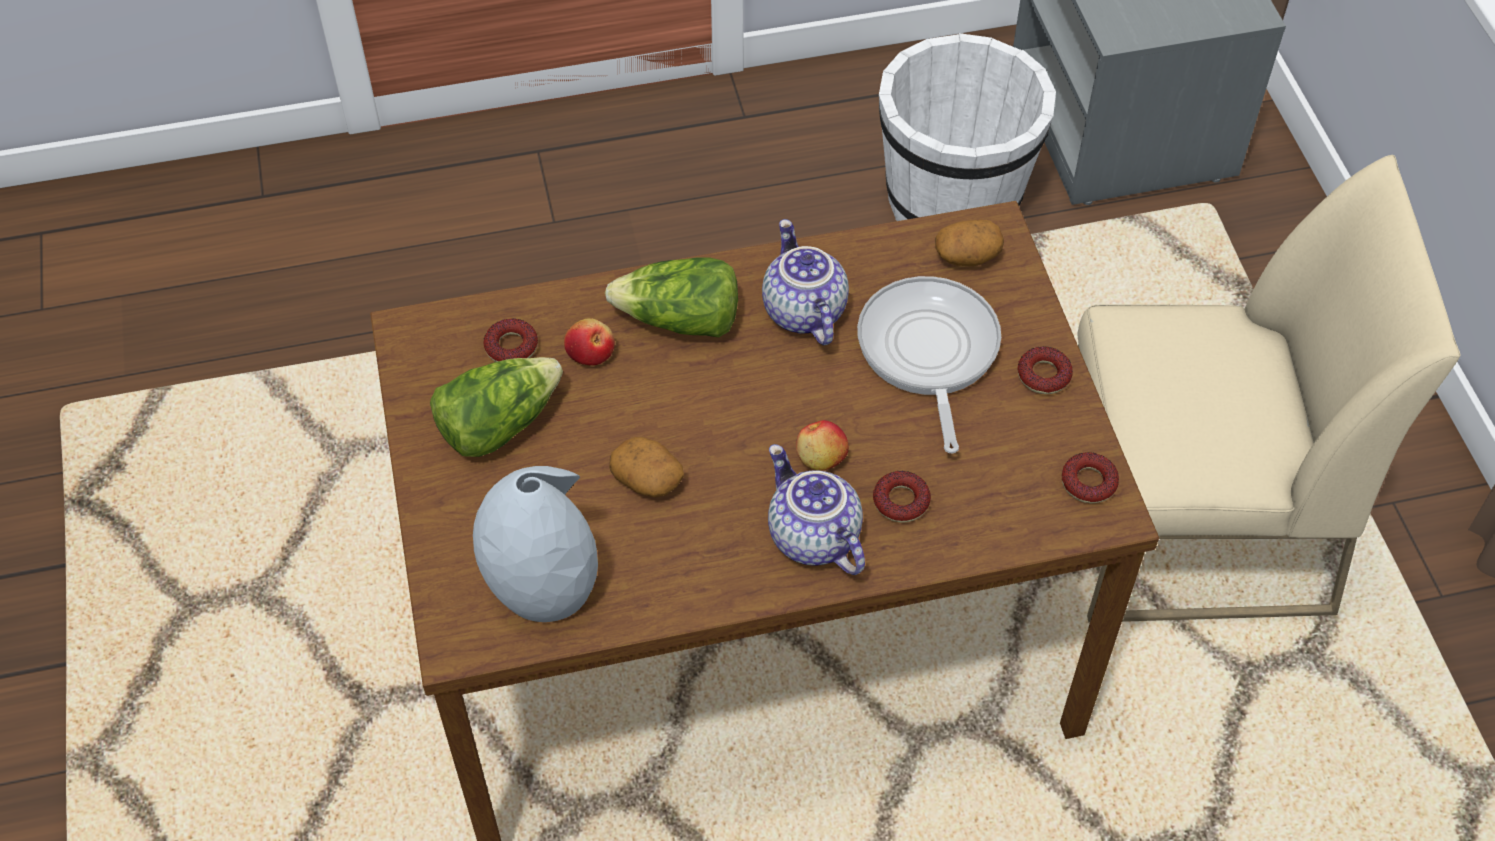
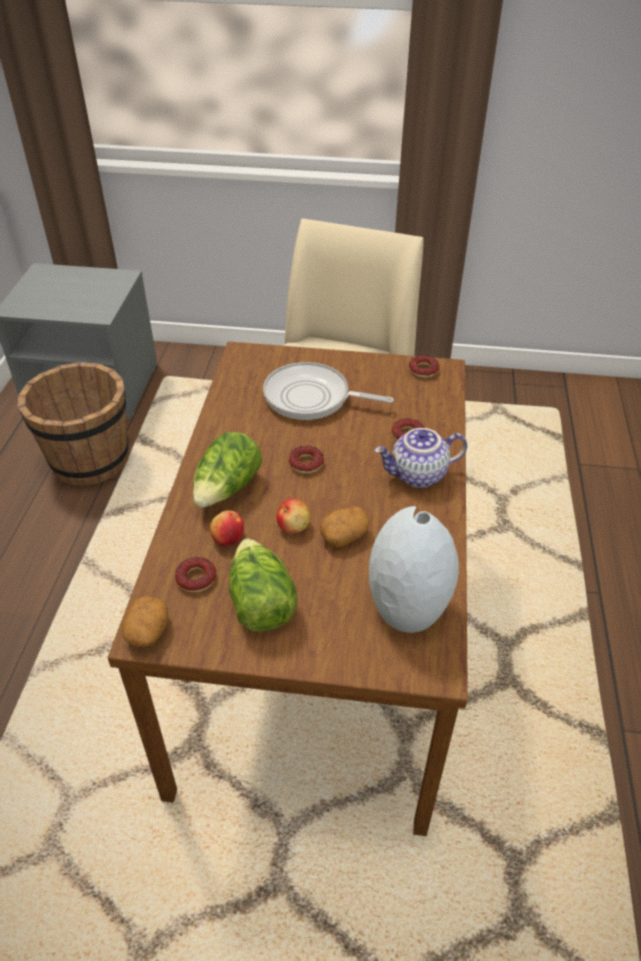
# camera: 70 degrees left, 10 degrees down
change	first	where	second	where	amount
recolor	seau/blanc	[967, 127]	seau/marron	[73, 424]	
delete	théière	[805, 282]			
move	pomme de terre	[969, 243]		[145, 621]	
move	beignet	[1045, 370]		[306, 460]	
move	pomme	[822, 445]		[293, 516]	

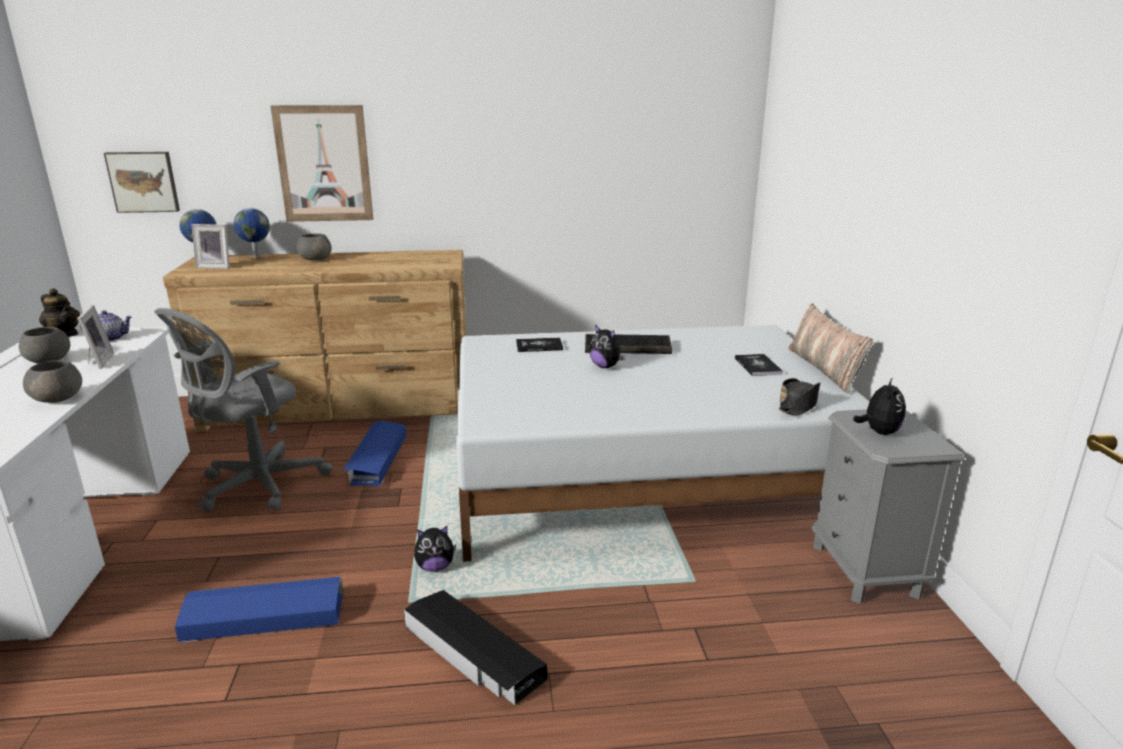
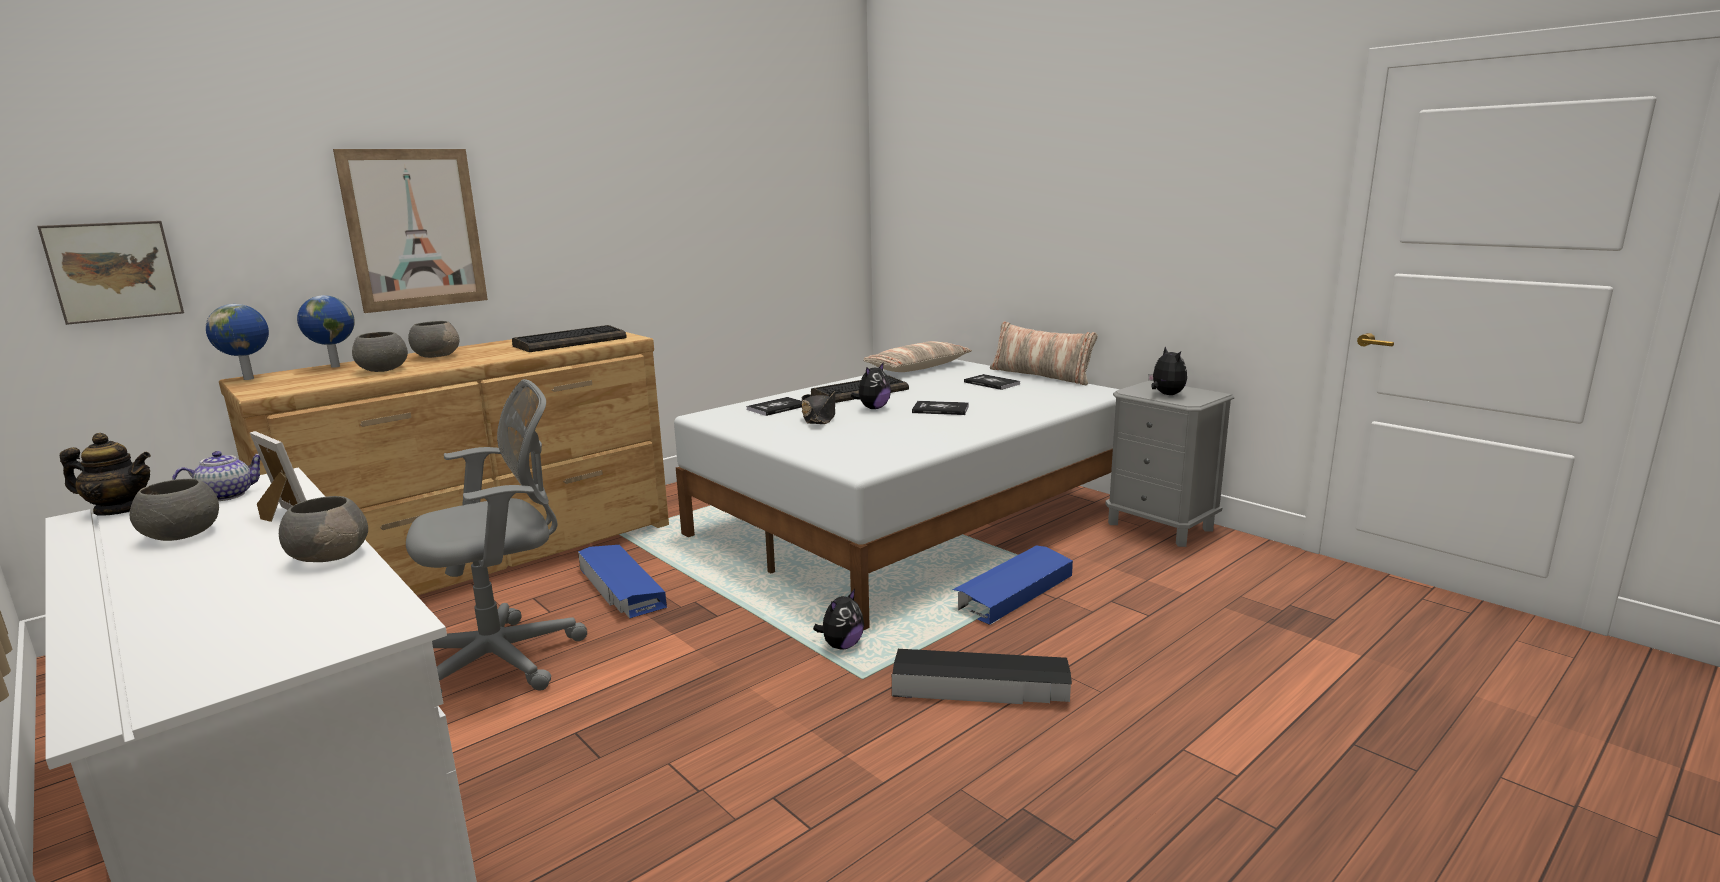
# camera: 35 degrees left, 5 degrees down
change	first	where	second	where	amount
delete	cadre photo	[210, 246]			
rotate	chaise de bureau/gris	[243, 410]		[496, 536]	120 degrees counterclockwise
rotate	peluche	[607, 346]		[871, 385]	60 degrees counterclockwise
move	chapeau/noir	[799, 396]		[818, 407]	
move	boîte de rangement/bleu	[259, 610]		[1012, 585]	
insert			clavier	[569, 338]	
insert			bol/gris	[380, 352]	
insert			coussin	[917, 356]	
insert			livre	[940, 408]	

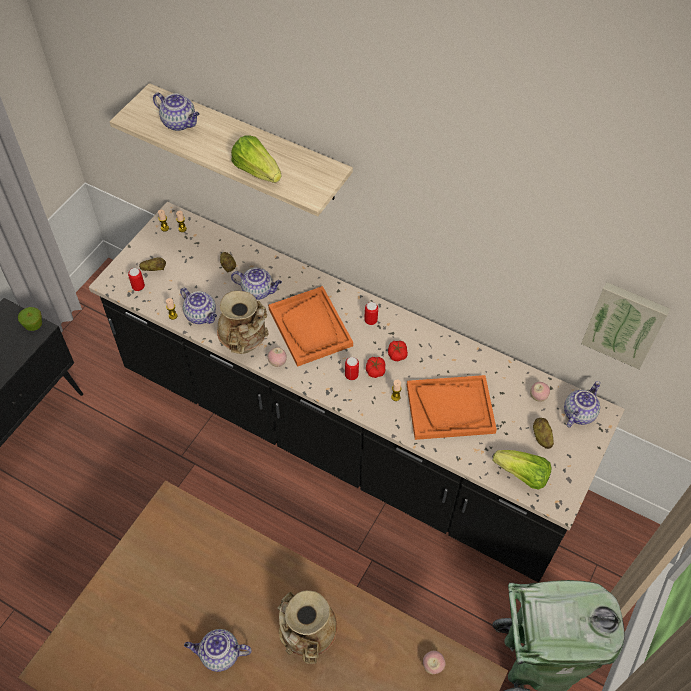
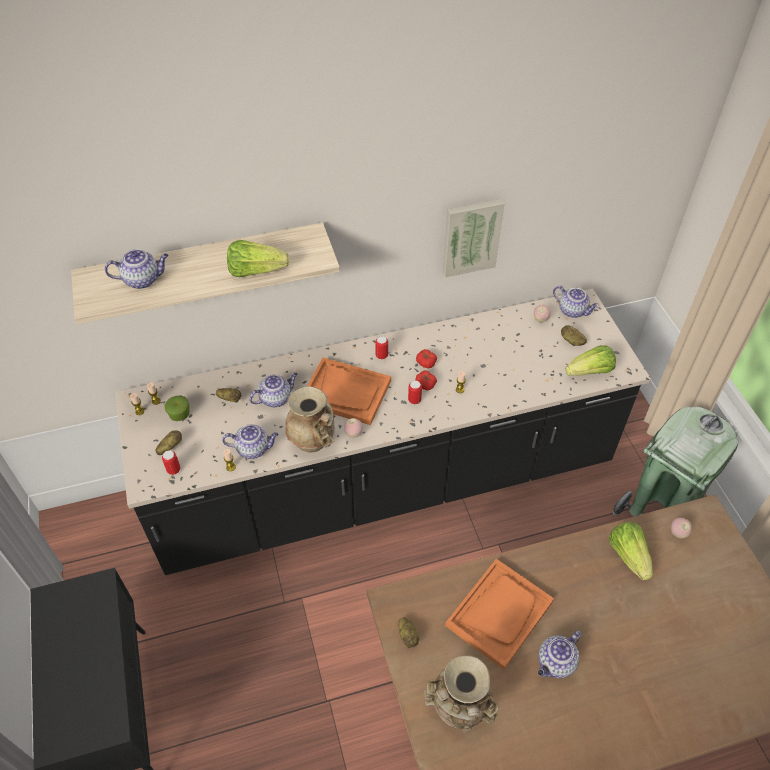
# camera: 45 degrees left, 5 degrees down
change	first	where	second	where	amount
move	tableau	[626, 326]		[473, 238]	
move	pomme	[30, 319]		[177, 408]	
move	plateau/orange	[452, 407]		[499, 614]	
rotate	théière	[582, 404]		[576, 302]	135 degrees clockwise
move	vase/beige	[307, 627]		[461, 694]	
insert			laitue	[631, 551]	
insert			pomme de terre	[408, 632]	

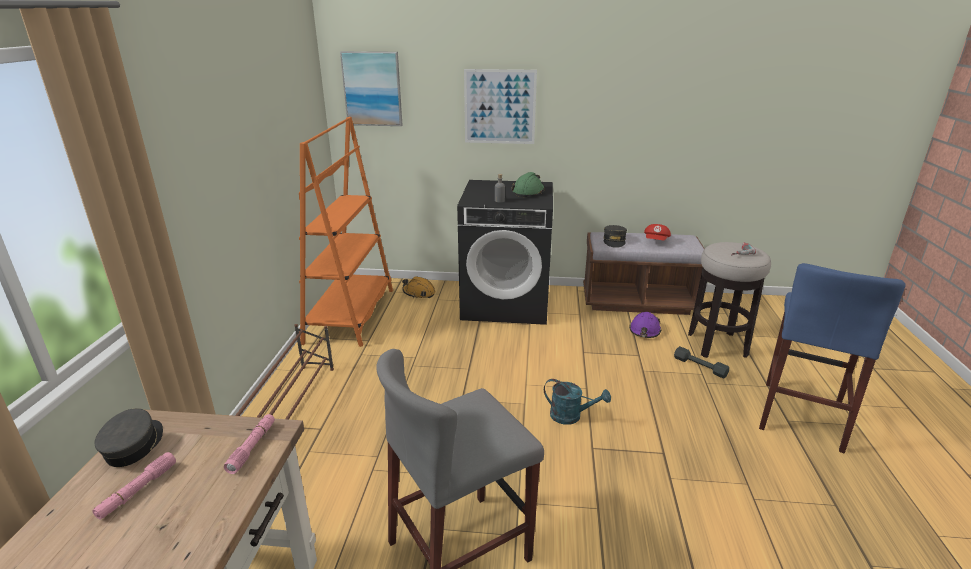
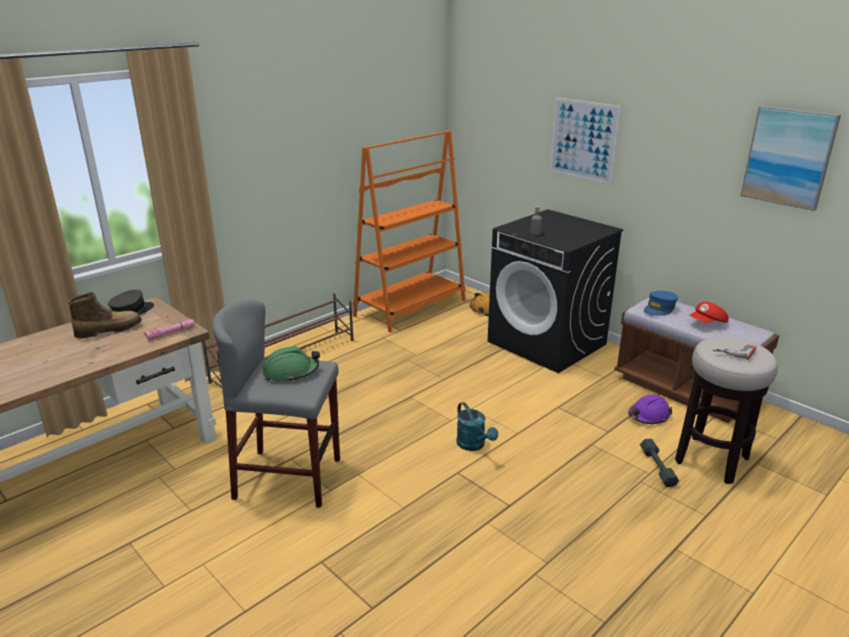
# camera: 40 degrees right, 0 degrees up
change	first	where	second	where	amount
move	tableau	[371, 88]		[790, 158]	
move	casque de chantier/vert	[528, 184]		[291, 364]	
recolor	casquette/gris	[615, 236]	casquette/bleu	[661, 303]	
delete	tabouret/bleu	[832, 358]			
replace	lampe de poche/rose	[134, 485]	botte	[105, 315]	

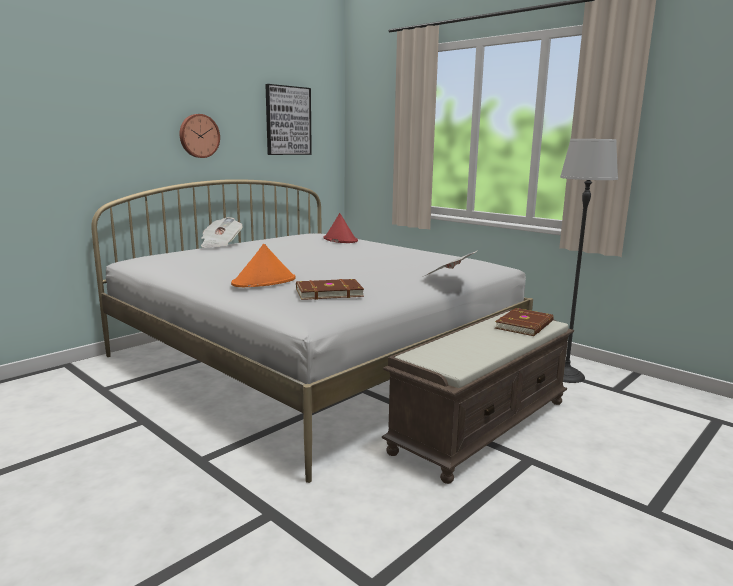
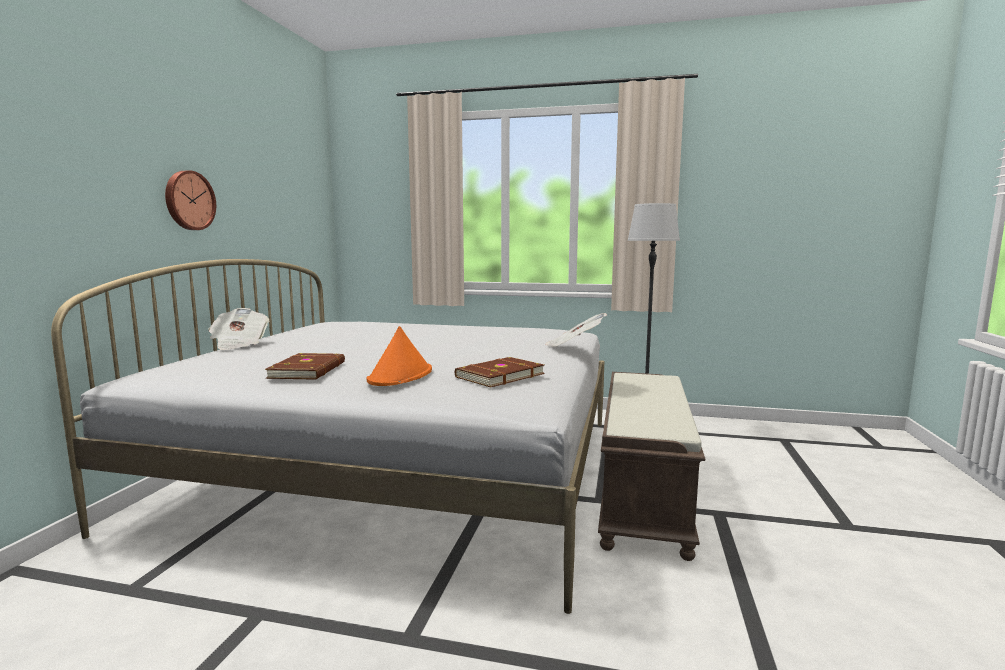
# camera: 30 degrees left, 5 degrees down
change	first	where	second	where	amount
delete	tableau	[288, 119]			
delete	chapeau/rouge	[340, 228]			
move	livre/marron	[524, 322]		[305, 366]	

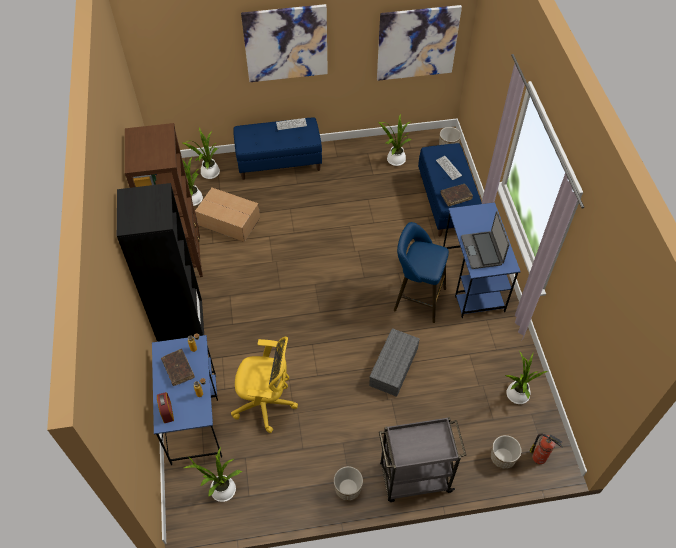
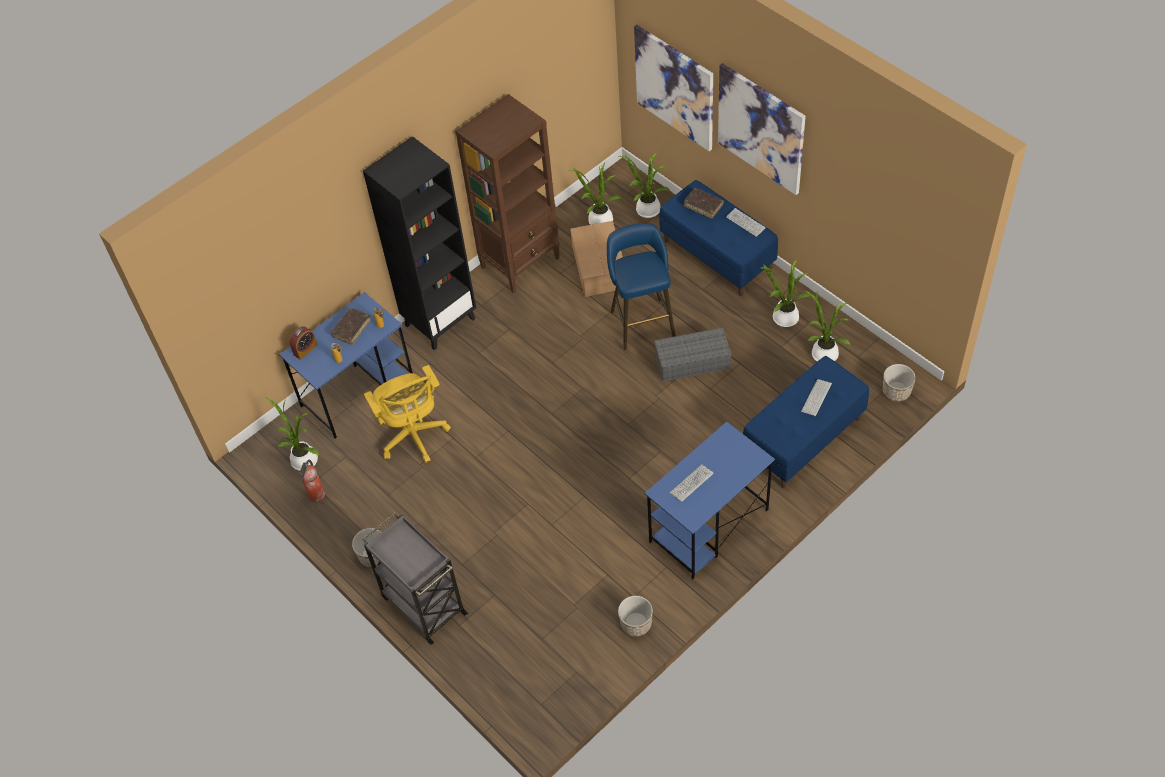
# camera: 60 degrees right, 0 degrees up
change	first	where	second	where	amount
move	tableau	[419, 43]		[673, 88]	
move	livre/marron	[457, 195]		[704, 203]	
replace	ordinateur portable	[485, 240]	clavier	[691, 483]	
move	tabouret/bleu	[421, 272]		[641, 286]	
move	boîte de rangement/gris	[394, 362]		[693, 354]	
move	plante en pot	[526, 377]		[785, 293]	
move	extincteur	[546, 448]		[312, 480]	
move	cache-pot	[506, 452]		[635, 616]	

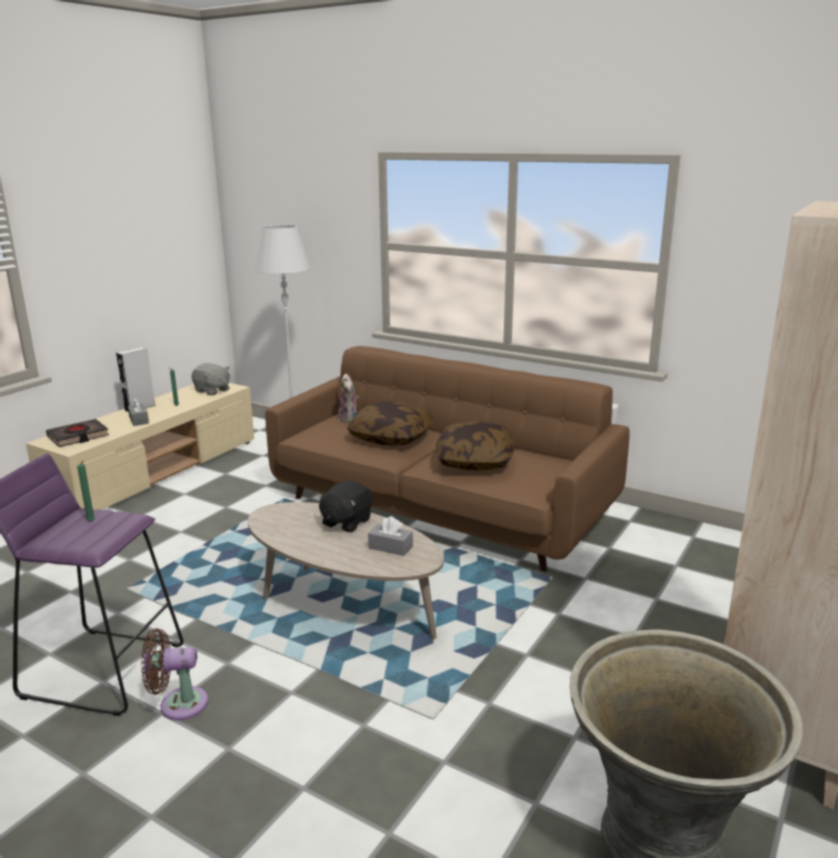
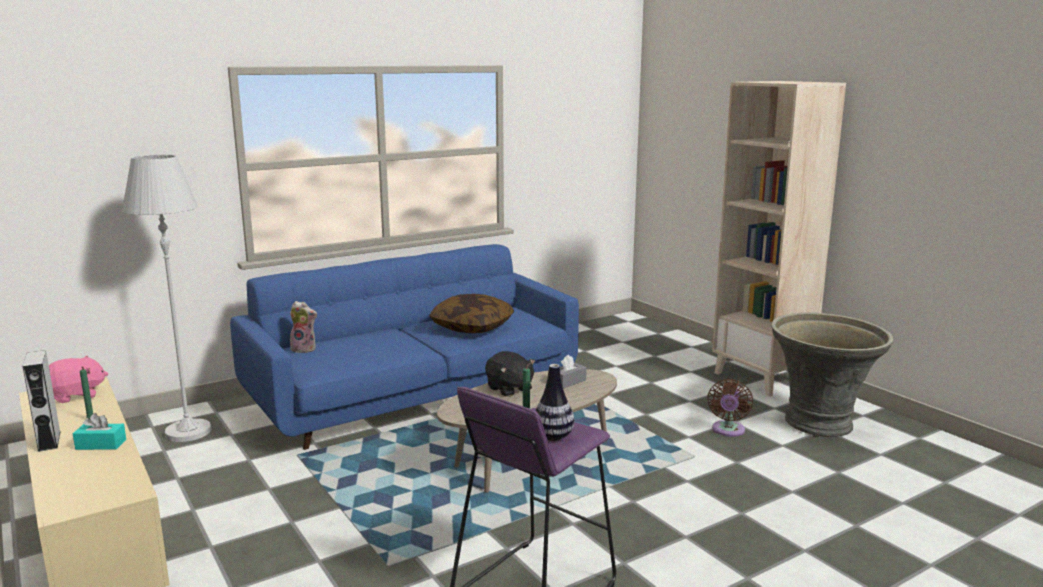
# camera: 65 degrees left, 5 degrees down
change	first	where	second	where	amount
recolor	canapé/marron	[447, 459]	canapé/bleu	[404, 347]	
recolor	peluche/gris	[210, 379]	peluche/rose	[78, 379]	
recolor	boîte à mouchoirs/gris	[138, 412]	boîte à mouchoirs/turquoise	[99, 431]	
delete	coussin	[390, 423]			
delete	livre/noir	[77, 433]			
move	ventilateur/marron	[174, 674]		[730, 408]	
insert			vase	[554, 402]	

